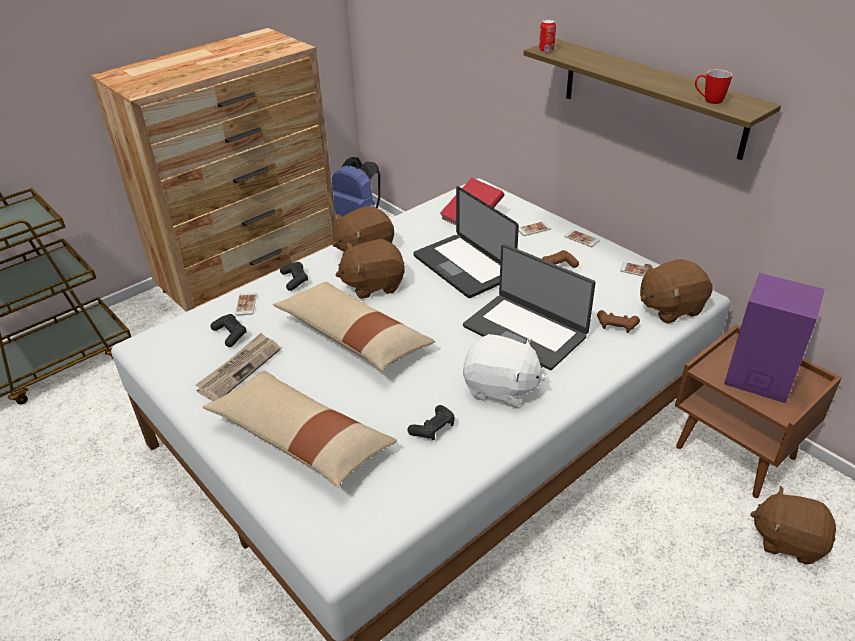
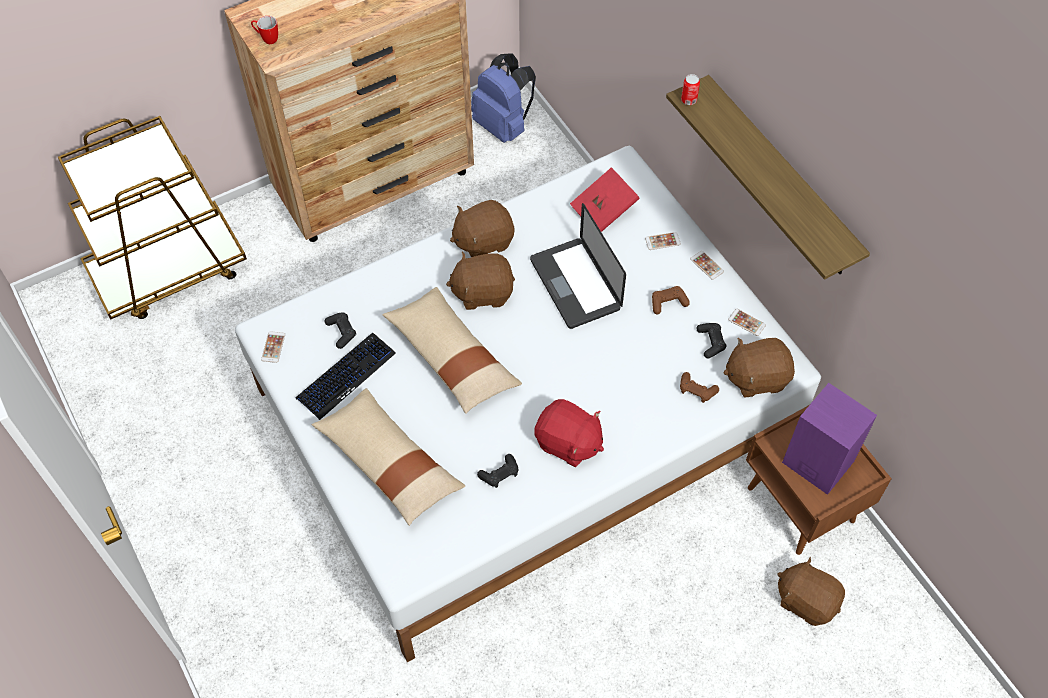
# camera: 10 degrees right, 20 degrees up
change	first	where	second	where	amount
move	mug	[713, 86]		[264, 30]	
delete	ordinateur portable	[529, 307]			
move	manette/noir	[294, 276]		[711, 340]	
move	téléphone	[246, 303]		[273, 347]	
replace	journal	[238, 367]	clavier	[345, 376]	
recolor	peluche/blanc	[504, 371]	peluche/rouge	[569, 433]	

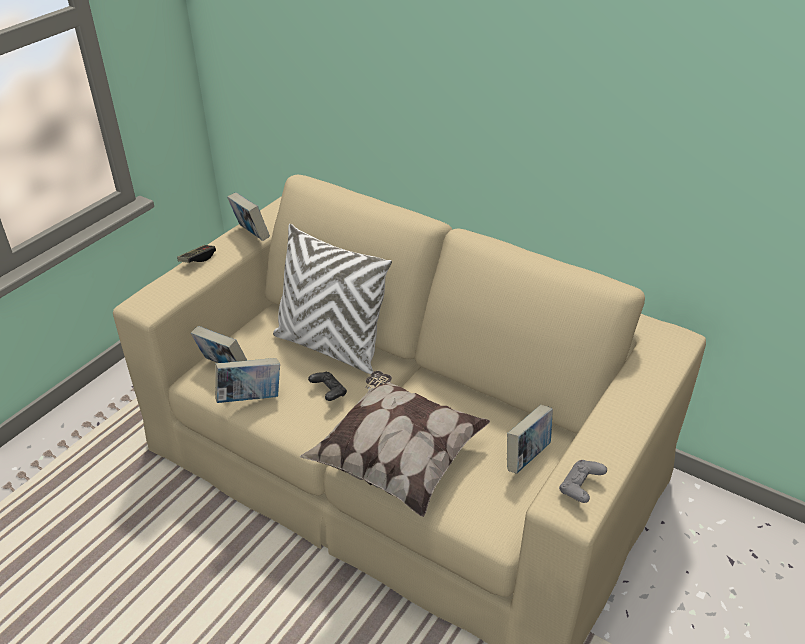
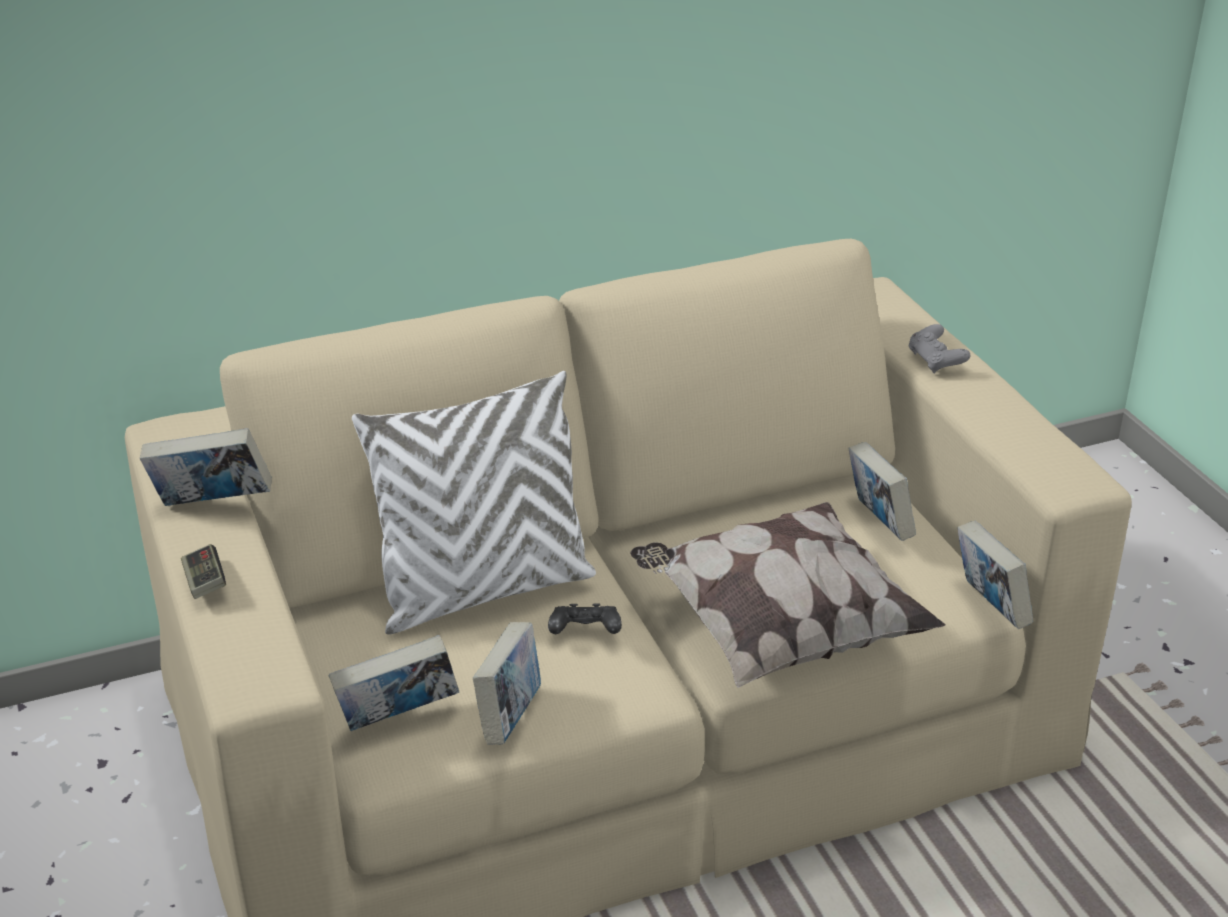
# camera: 55 degrees left, 5 degrees down
change	first	where	second	where	amount
move	manette/gris	[583, 481]		[939, 349]	
insert			livre	[995, 575]	

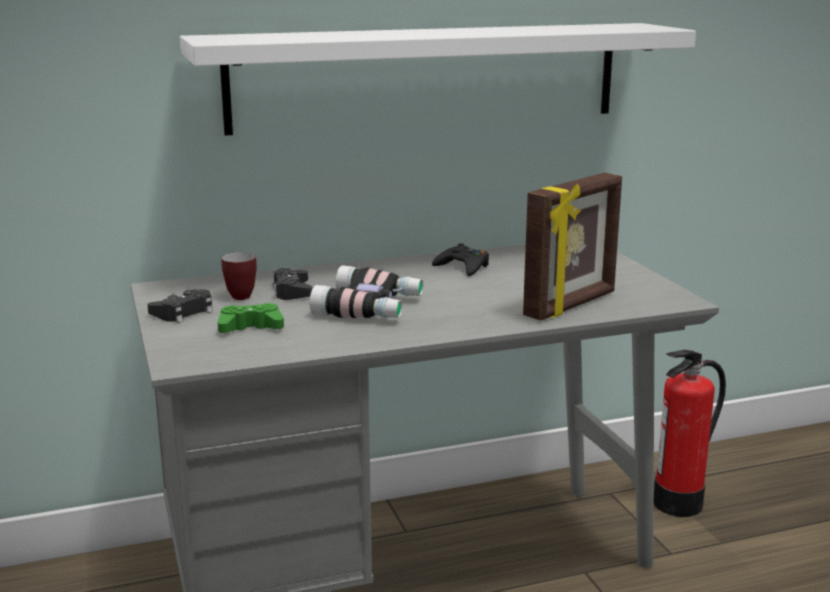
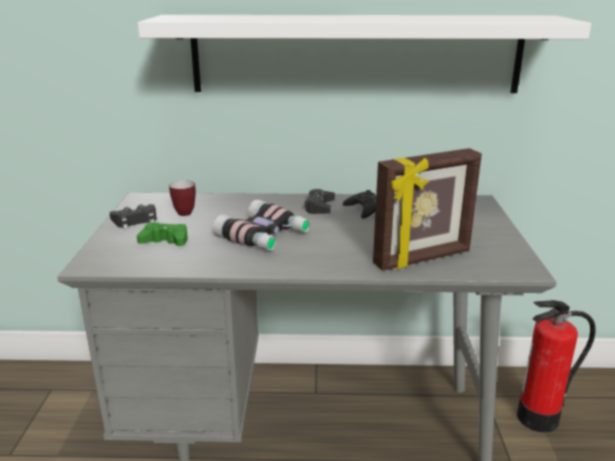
# camera: 20 degrees right, 5 degrees up
change	first	where	second	where	amount
move	manette/noir	[292, 284]		[319, 201]	

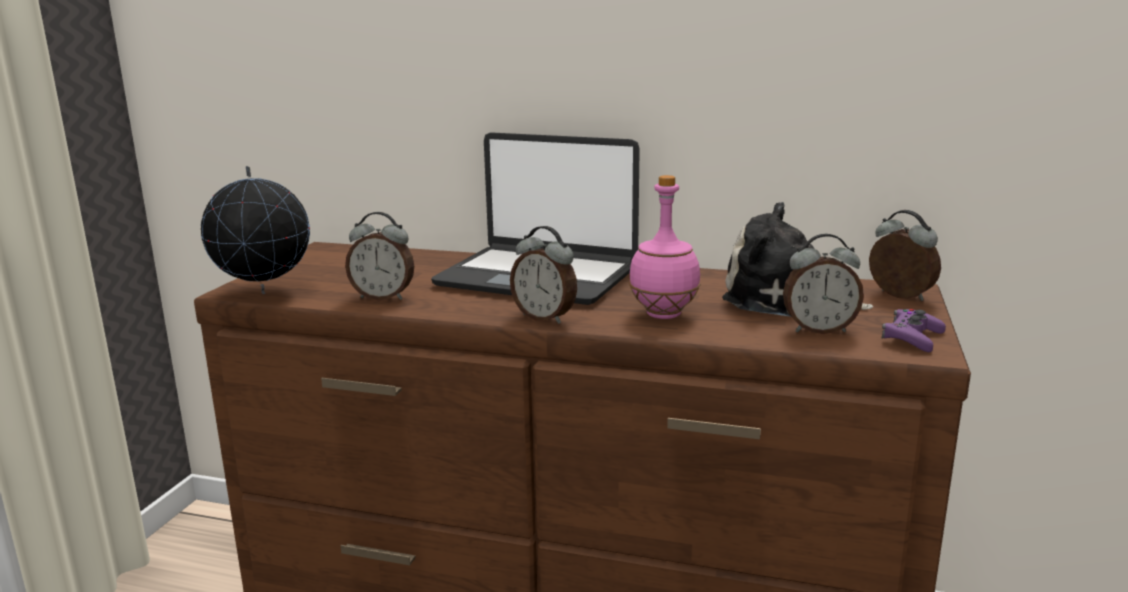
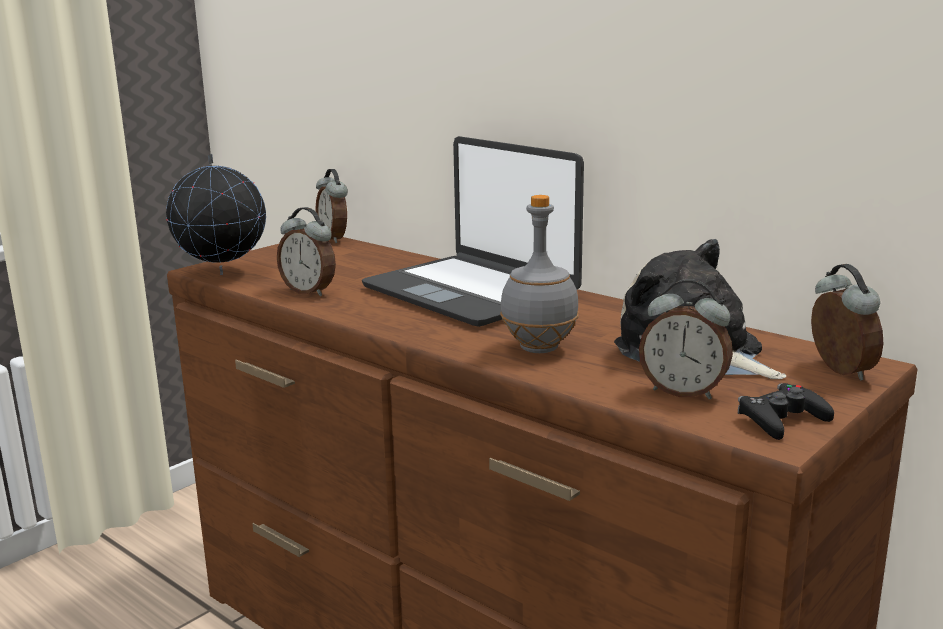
# camera: 25 degrees right, 0 degrees up
change	first	where	second	where	amount
recolor	bouteille/rose	[665, 247]	bouteille/gris	[539, 274]	
move	réveil	[543, 275]		[331, 206]	
recolor	manette/violet	[914, 330]	manette/noir	[786, 411]	

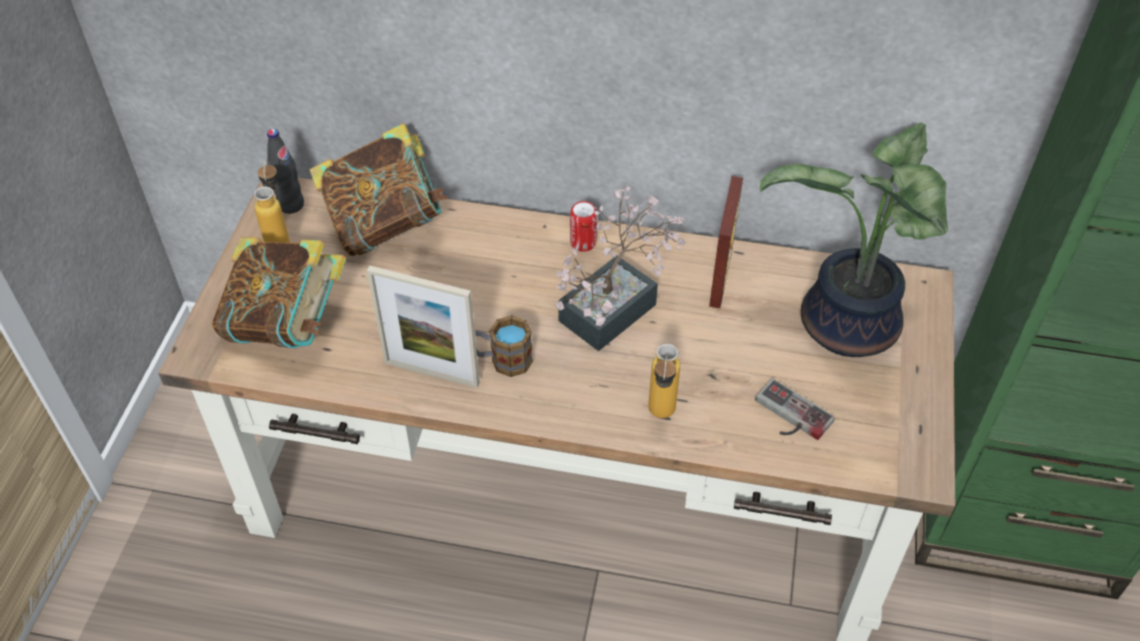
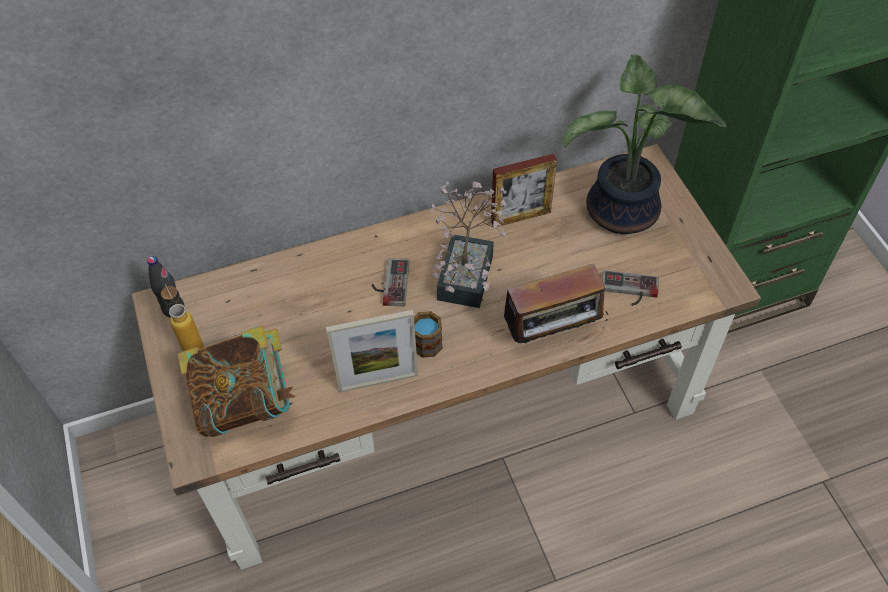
# camera: 30 degrees left, 5 degrees up
change	first	where	second	where	amount
delete	livre	[379, 189]			
rotate	cadre photo	[726, 242]		[524, 190]	90 degrees clockwise
delete	boîte métallique	[583, 226]			
replace	bouteille	[664, 381]	radio	[556, 303]	
insert			manette	[390, 282]	

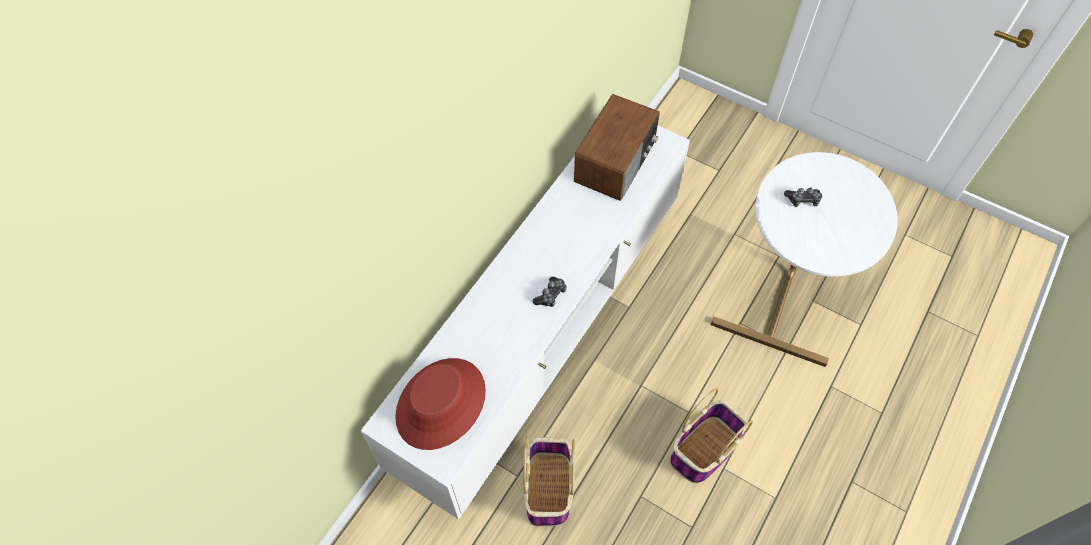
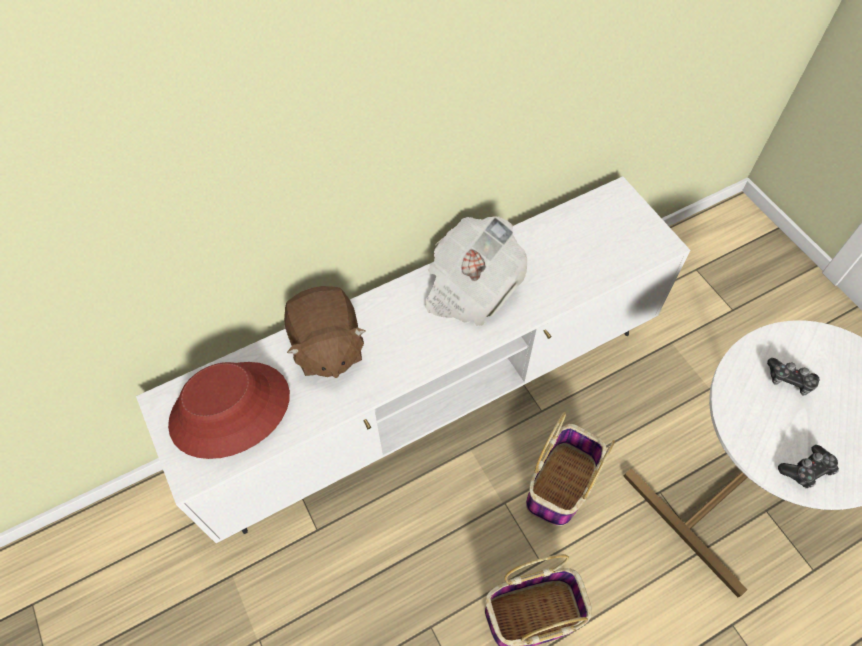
# camera: 30 degrees right, 0 degrees up
change	first	where	second	where	amount
delete	radio	[617, 147]			
move	manette	[550, 292]		[808, 466]	
move	panier	[549, 481]		[570, 469]	
insert			journal	[476, 271]	
insert			peluche/marron	[325, 332]	

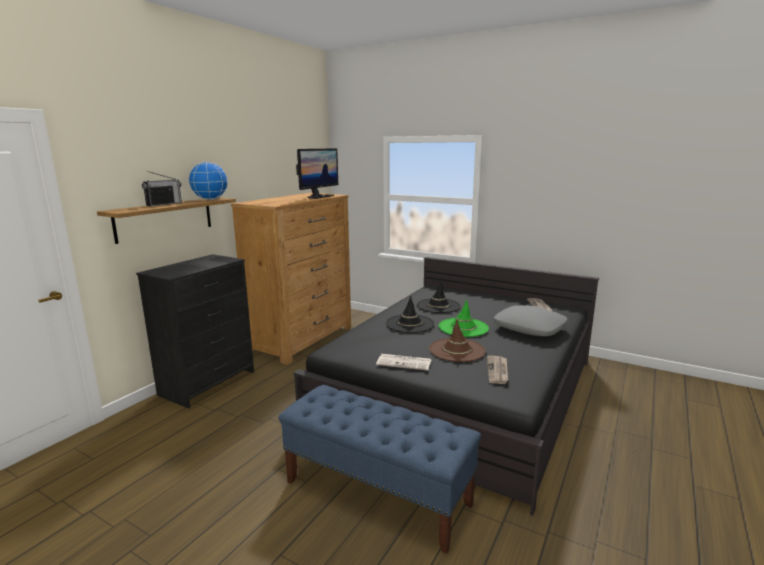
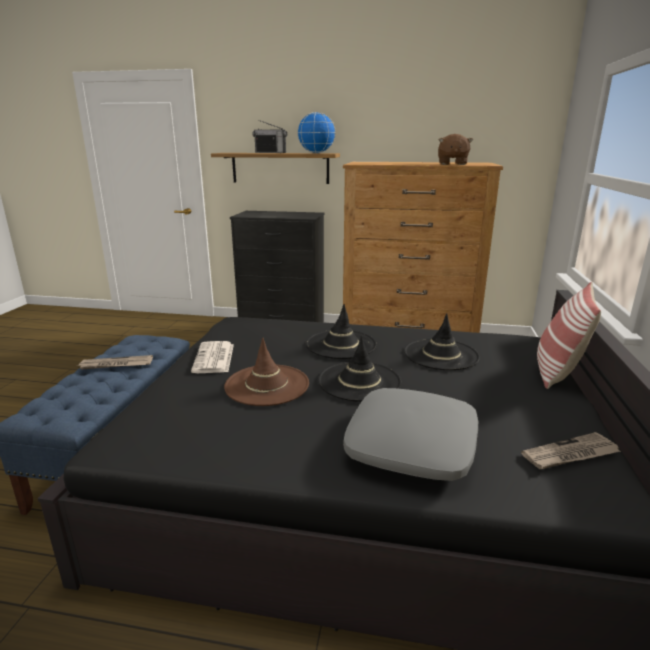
# camera: 70 degrees right, 5 degrees up
change	first	where	second	where	amount
replace	écran d'ordinateur	[317, 173]	peluche/marron	[455, 149]	
recolor	chapeau/vert	[464, 318]	chapeau/noir	[359, 369]	
move	journal	[497, 370]		[114, 362]	
insert			coussin	[569, 335]	

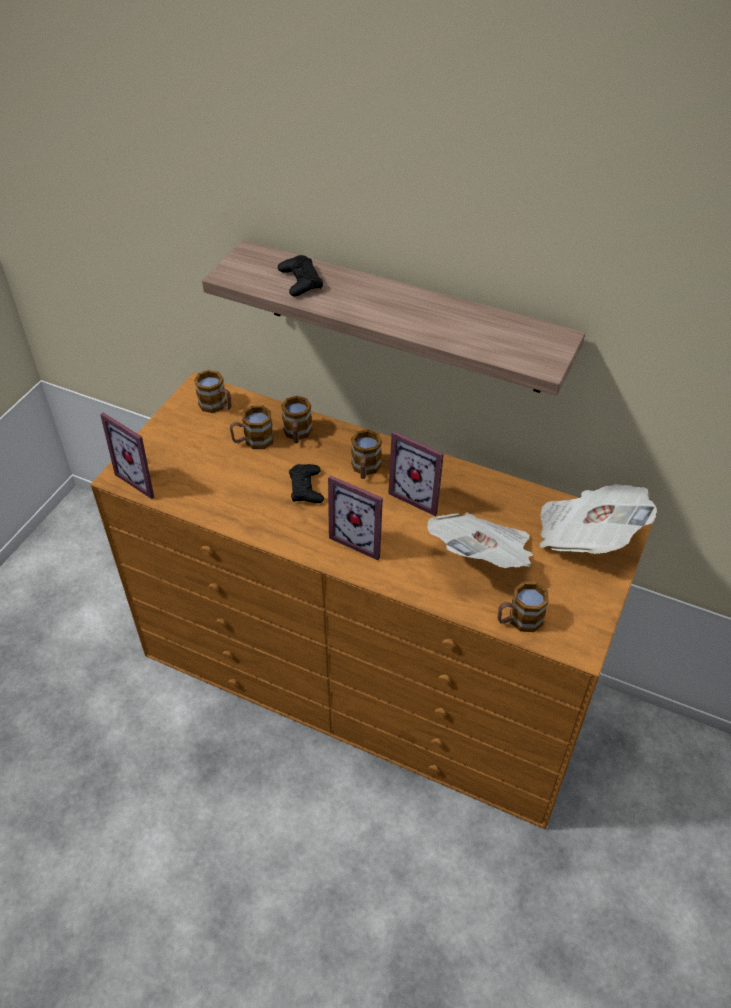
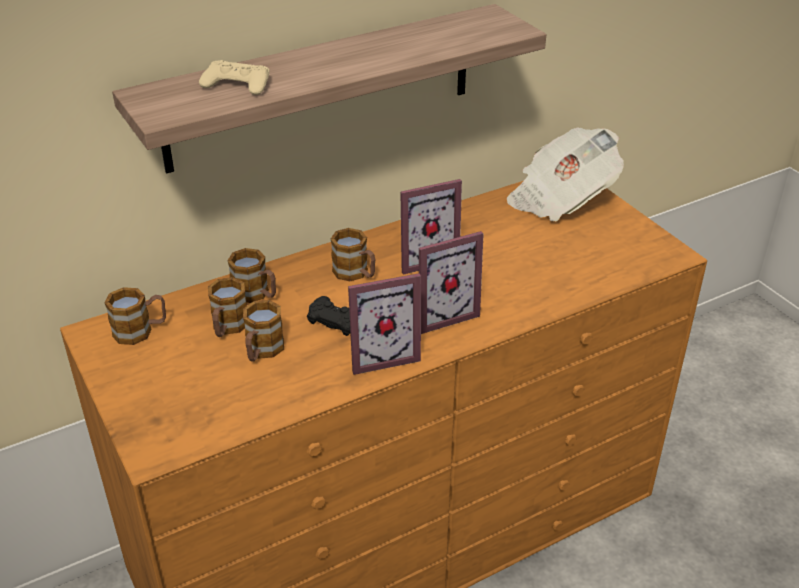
# camera: 55 degrees left, 10 degrees down
change	first	where	second	where	amount
recolor	manette/noir	[300, 276]	manette/beige	[234, 77]	
move	cadre photo	[127, 456]		[384, 324]	
delete	journal	[480, 540]			
move	mug	[523, 606]		[263, 330]	

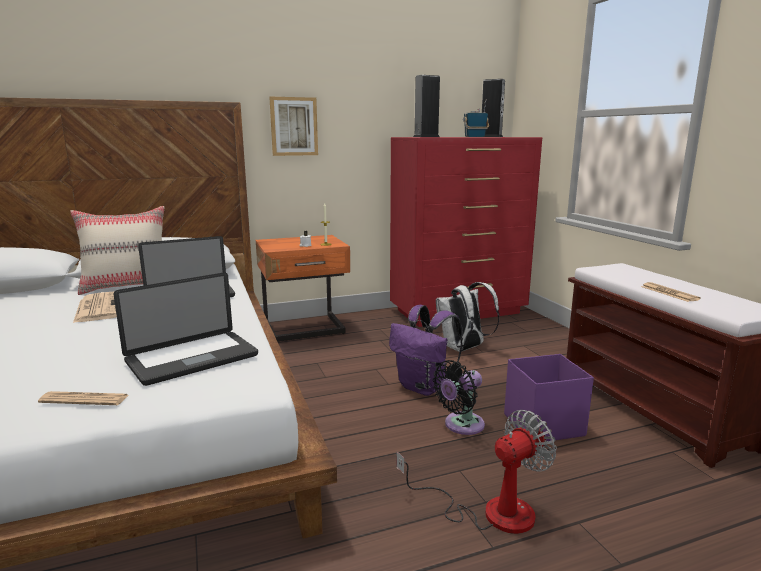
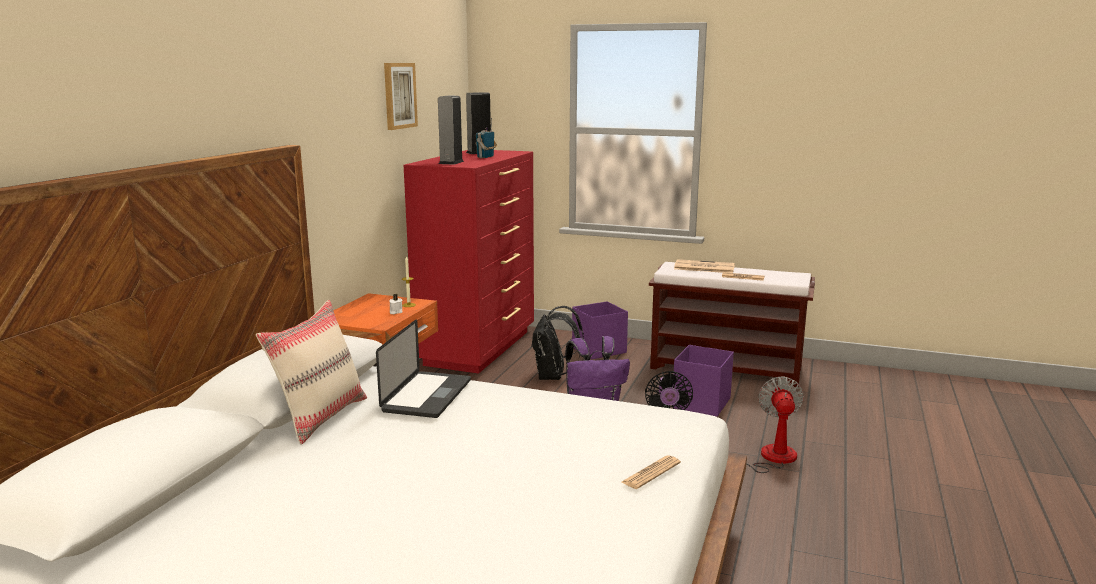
# camera: 50 degrees left, 0 degrees up
change	first	where	second	where	amount
move	tableau	[293, 126]		[401, 96]	
delete	ordinateur portable	[185, 329]			
recolor	sac à dos/blanc	[468, 317]	sac à dos/noir	[557, 343]	
move	journal	[95, 307]		[704, 266]	
insert			boîte de rangement/violet	[600, 330]	

